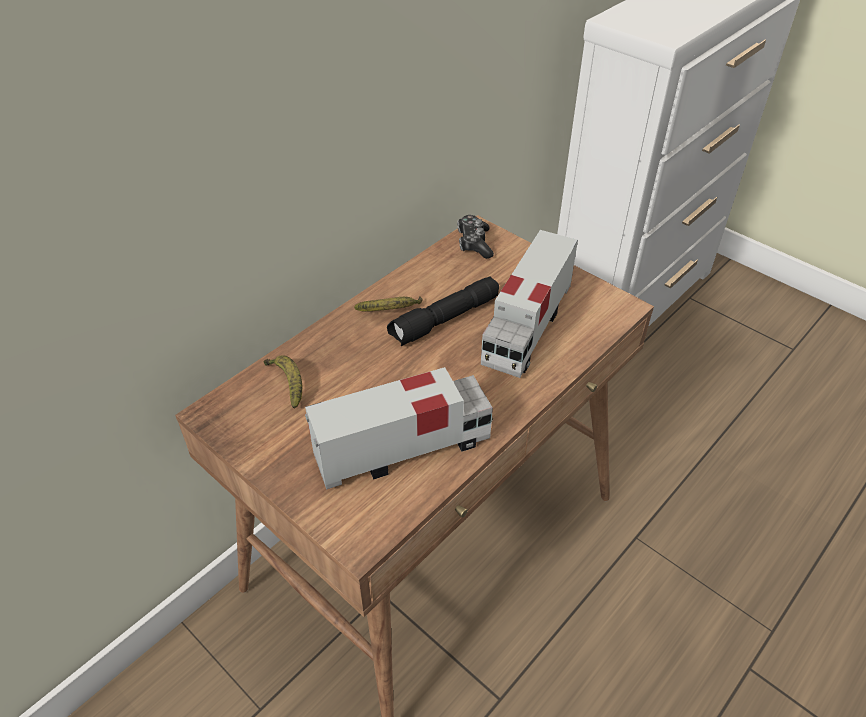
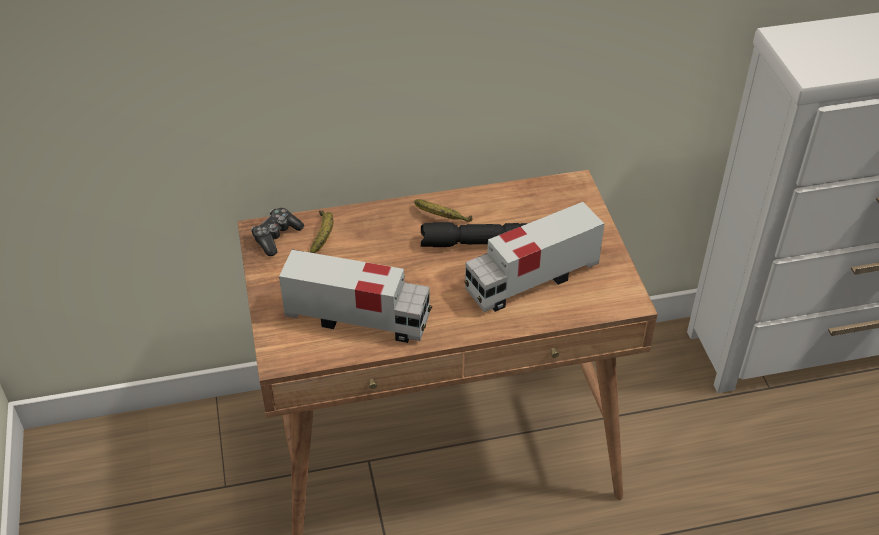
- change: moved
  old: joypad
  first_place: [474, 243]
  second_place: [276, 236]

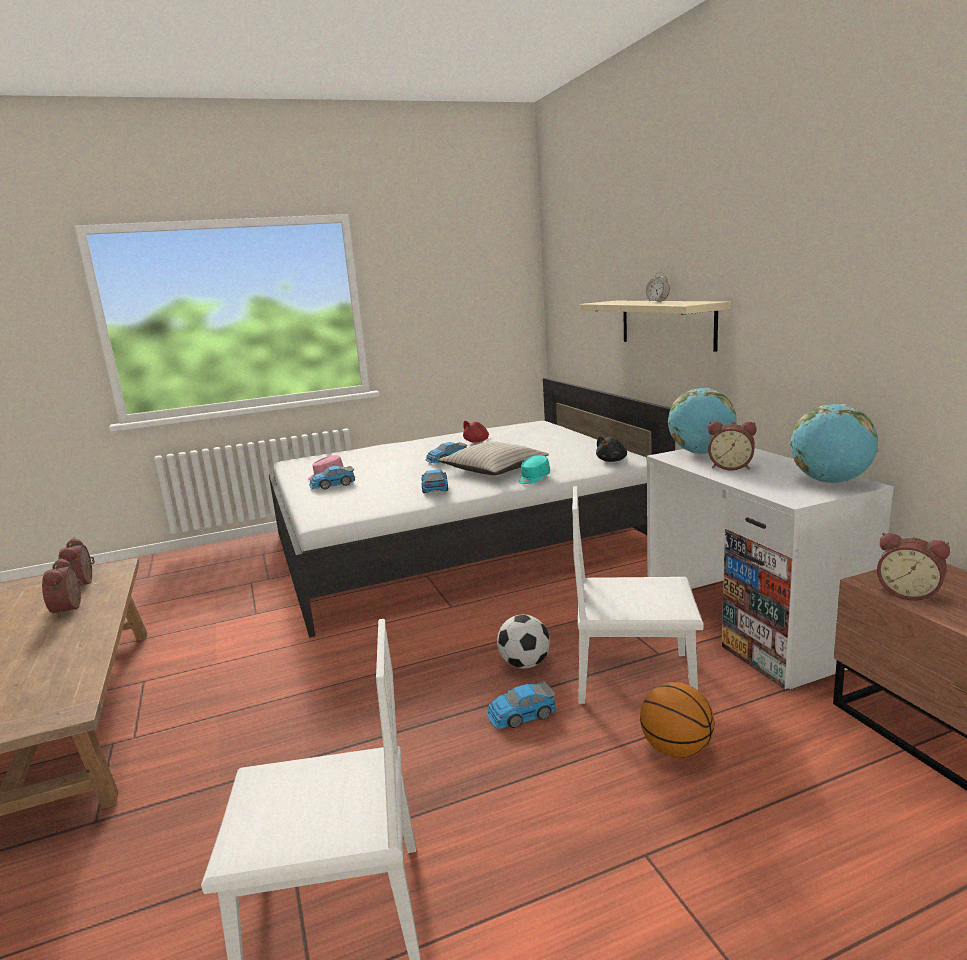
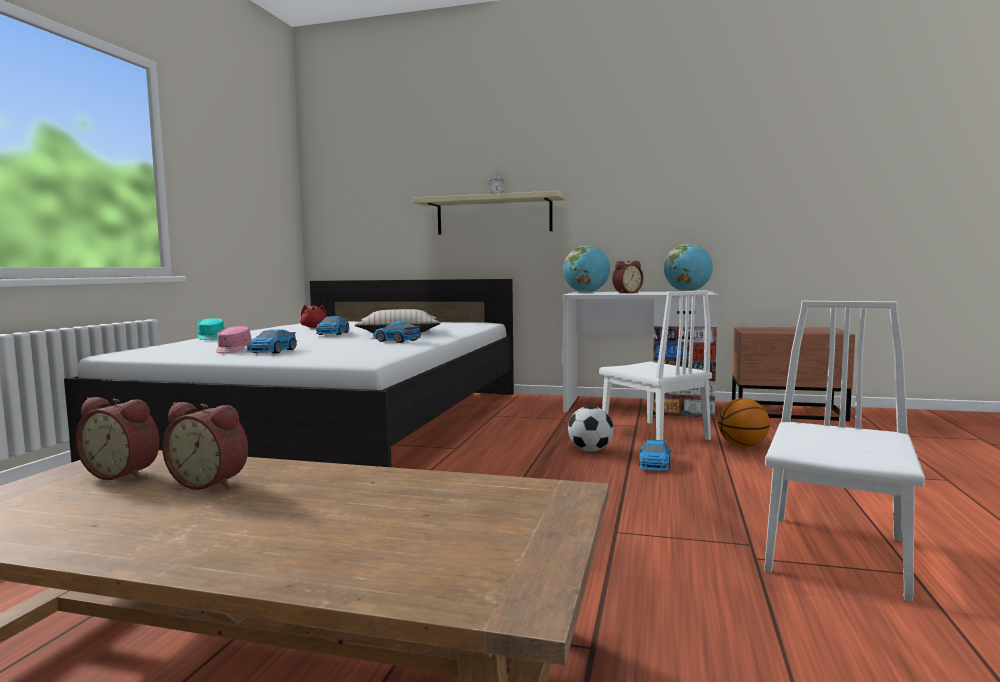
- change: moved
  old: cap in turquoise
  first_place: [533, 478]
  second_place: [211, 338]
- change: turned
  old: plain chair in whitish
  first_place: [634, 677]
  second_place: [653, 435]
  degrees: -75
- change: removed
  old: plush toy in blackish
  first_place: [612, 460]
- change: removed
  old: bedside clock
  first_place: [909, 593]

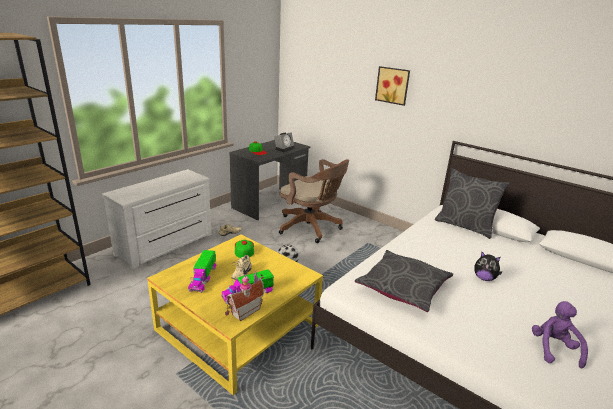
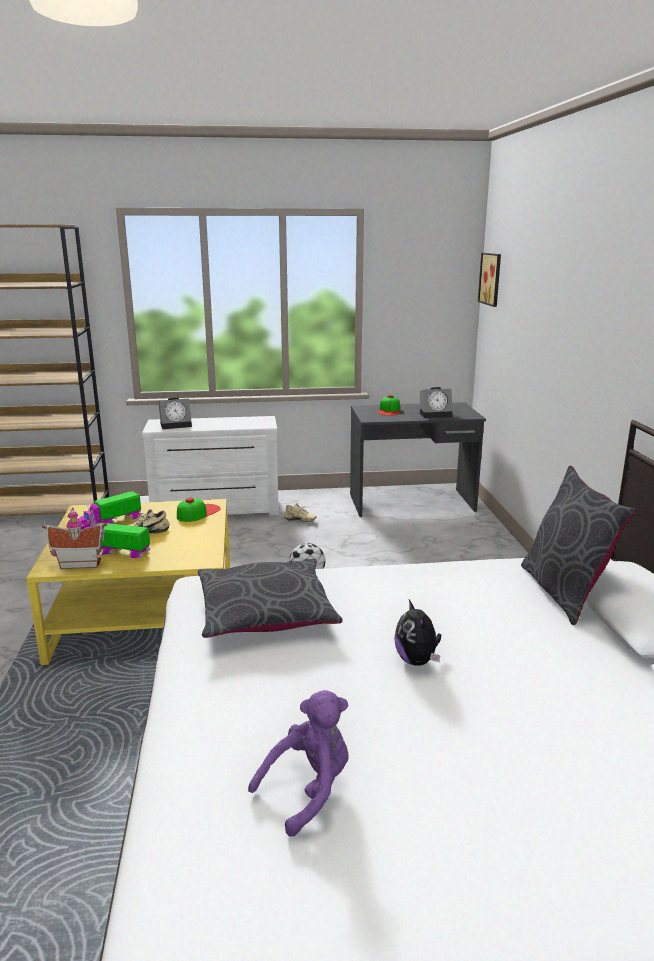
- change: added
  new: bedside clock
  second_place: [177, 425]
- change: moved
  old: wall art
  first_place: [393, 85]
  second_place: [492, 279]
- change: removed
  old: desk chair in brown
  first_place: [311, 228]

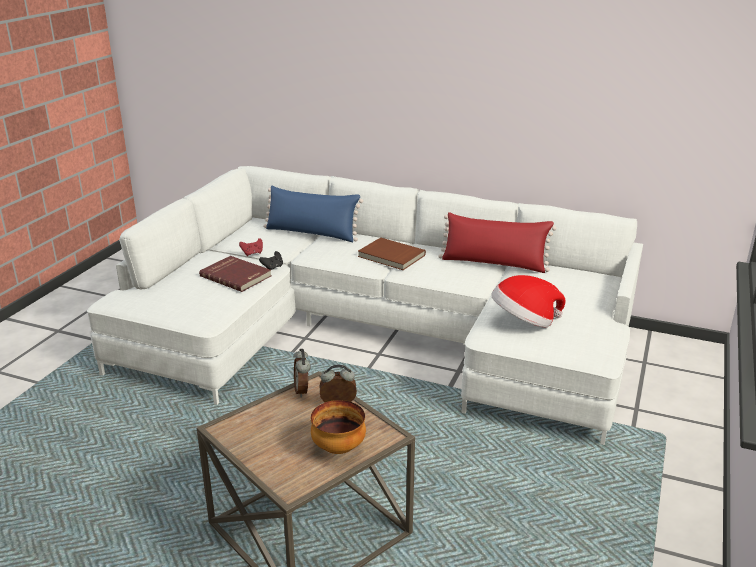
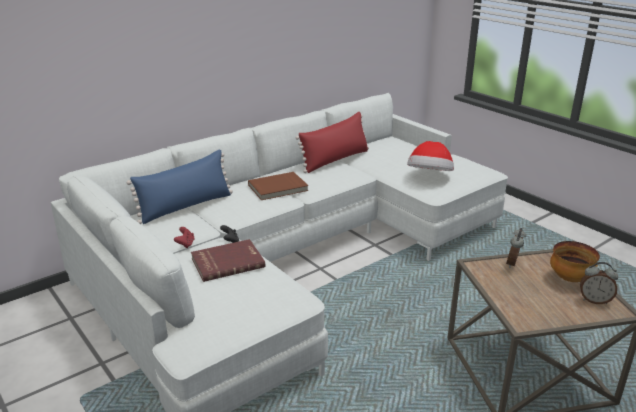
- change: moved
  old: bedside clock
  first_place: [302, 390]
  second_place: [594, 300]

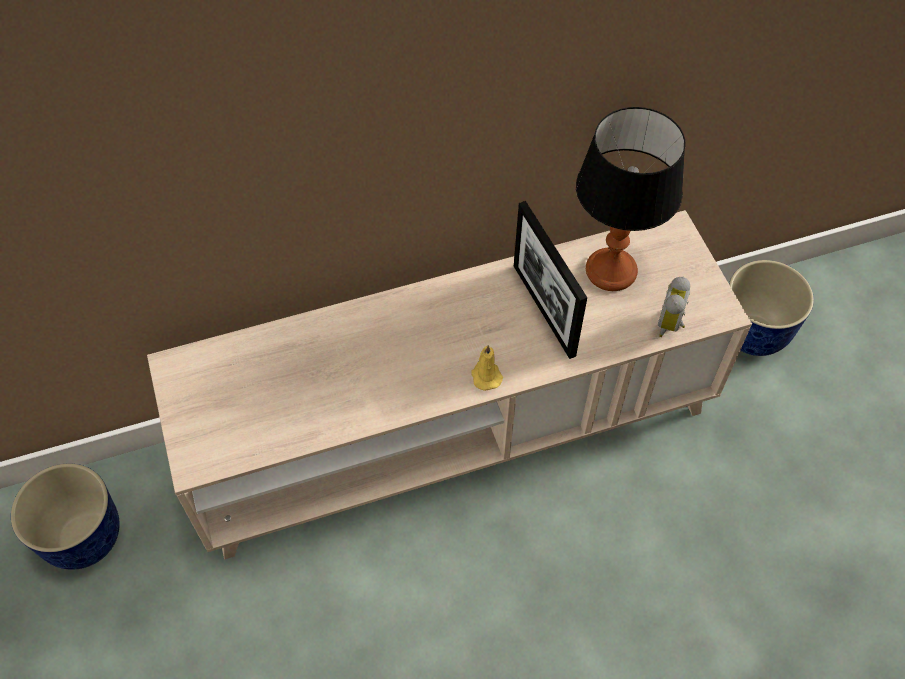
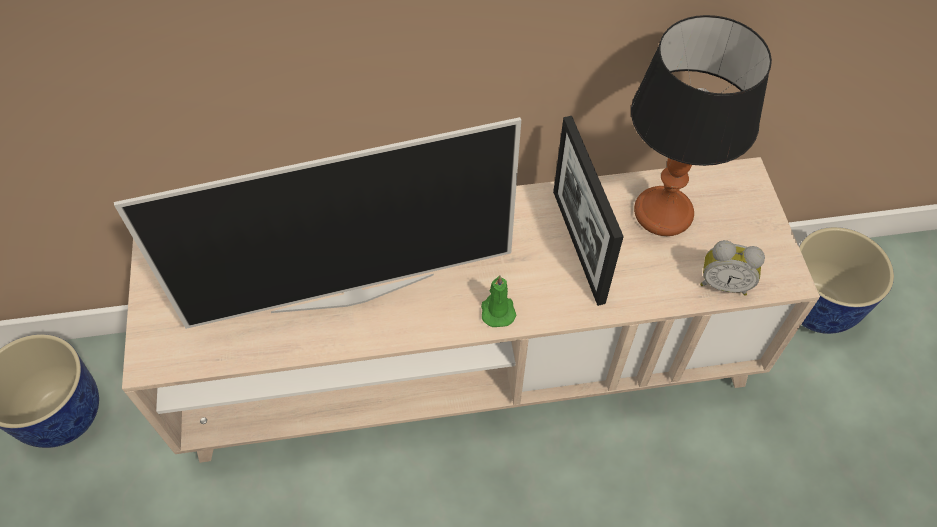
- change: added
  new: TV
  second_place: [353, 291]
- change: recoloured
  old: wax candle in yellowish
  new: wax candle in green-coloured
  first_place: [485, 375]
  second_place: [497, 310]
- change: turned
  old: bedside clock
  first_place: [671, 324]
  second_place: [723, 283]
  degrees: -105

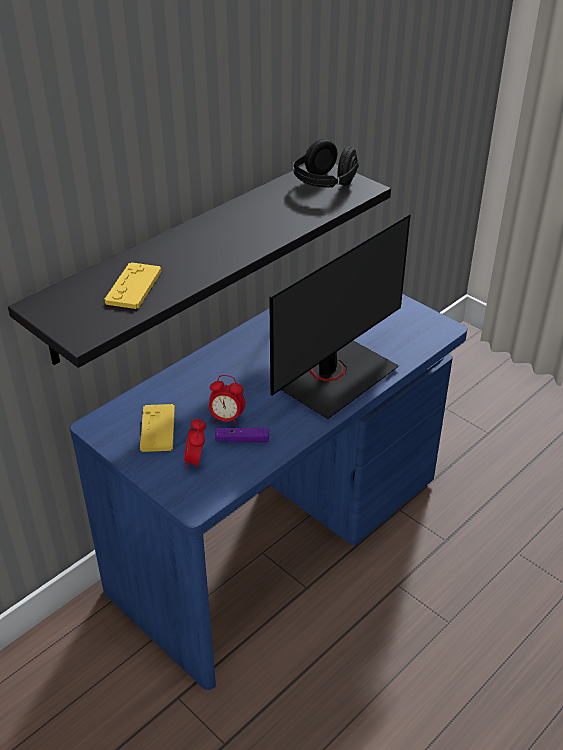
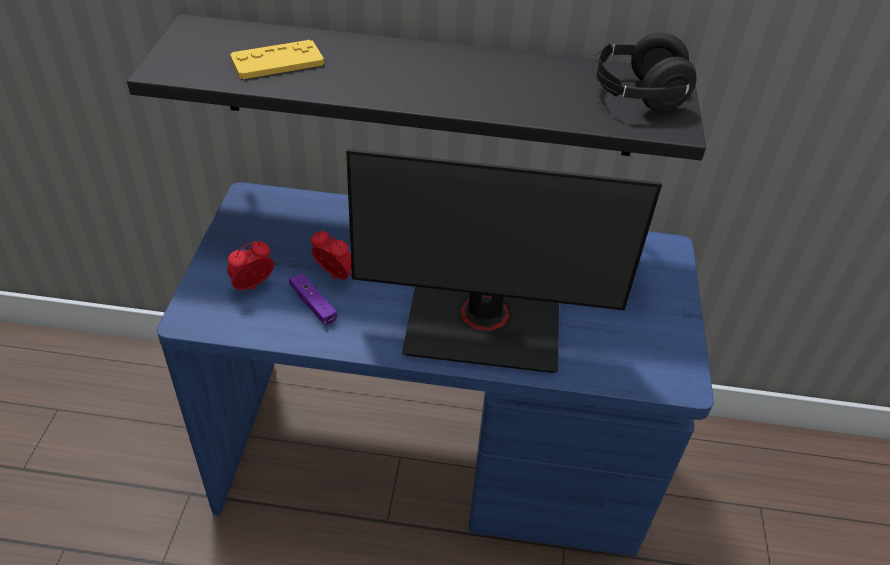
- change: turned
  old: bedside clock
  first_place: [226, 419]
  second_place: [334, 277]
  degrees: 150
- change: removed
  old: joypad in yellowish
  first_place: [158, 429]

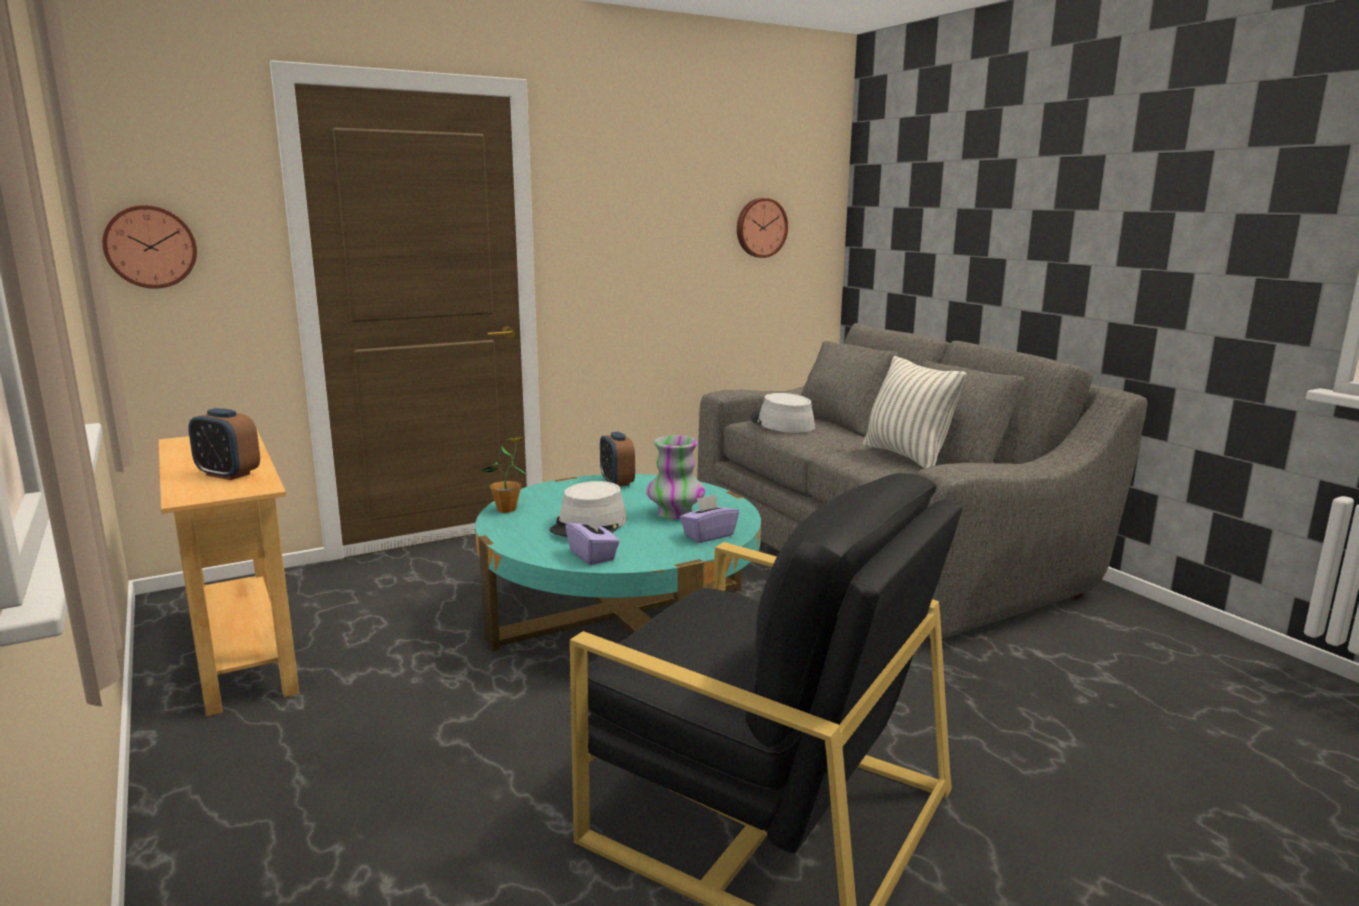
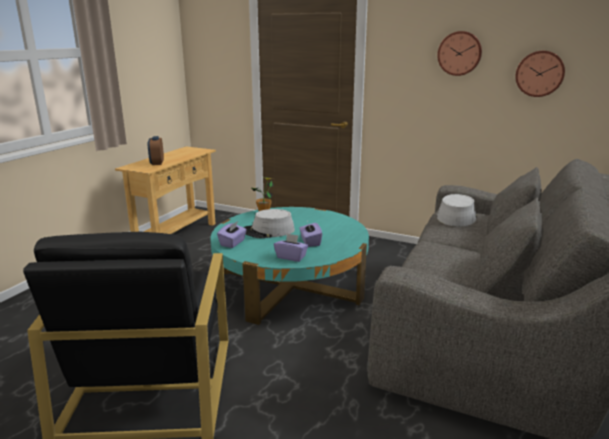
- change: replaced
  old: vase
  new: tissue holder in purplish
  first_place: [675, 514]
  second_place: [310, 242]
- change: moved
  old: clock on the wall
  first_place: [150, 246]
  second_place: [459, 53]
- change: removed
  old: bedside clock
  first_place: [617, 482]
- change: removed
  old: pillow
  first_place: [907, 456]

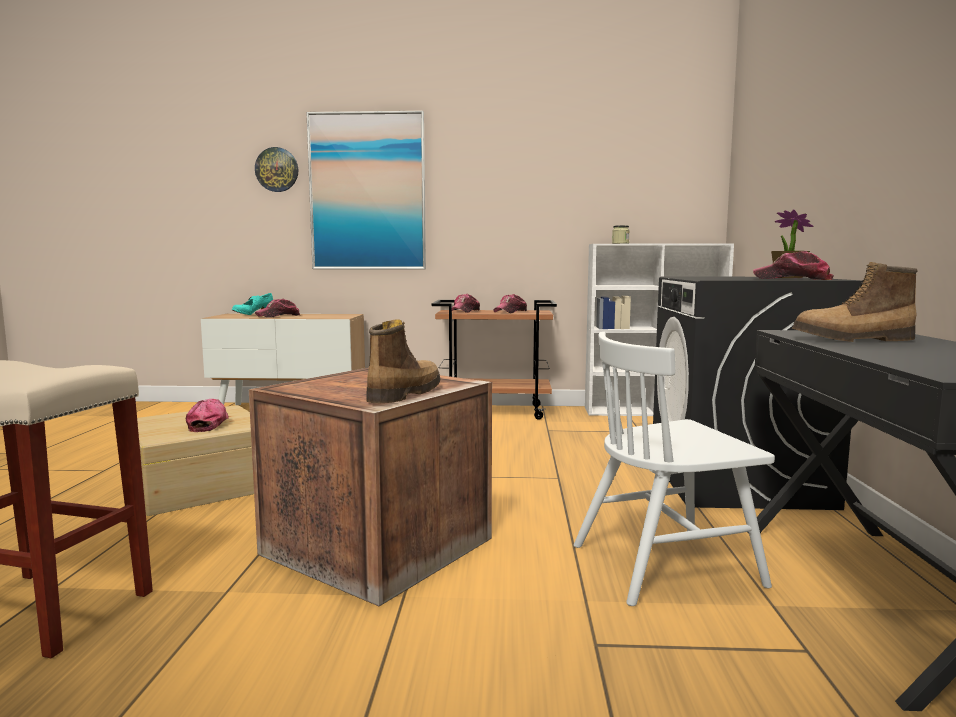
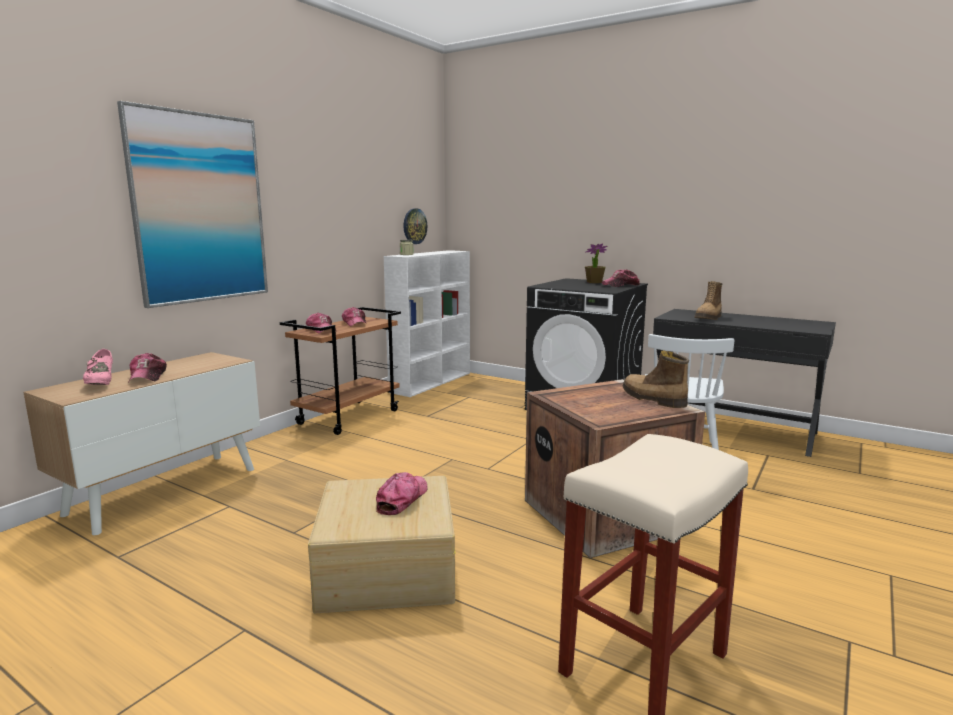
- change: recoloured
  old: item of footwear in turquoise
  new: item of footwear in pink
  first_place: [253, 315]
  second_place: [101, 384]
- change: turned
  old: cap
  first_place: [208, 423]
  second_place: [402, 499]
  degrees: 90
- change: moved
  old: clock on the wall
  first_place: [277, 169]
  second_place: [414, 226]

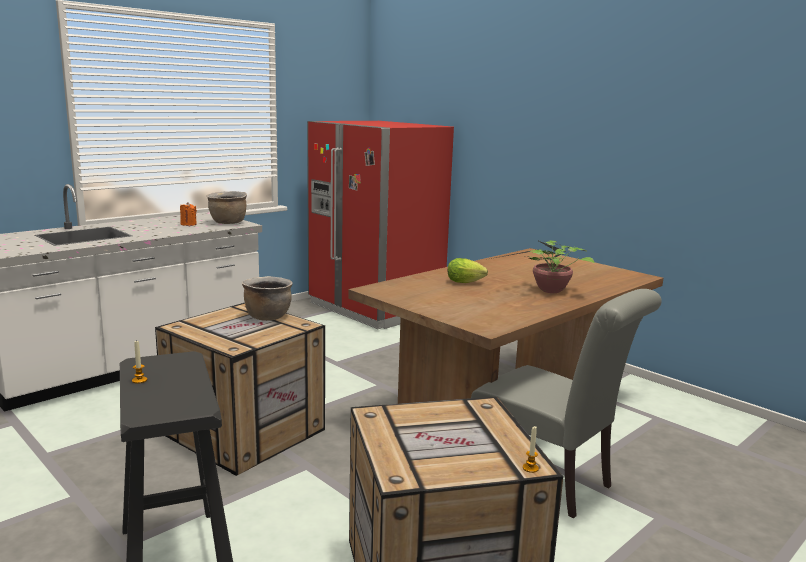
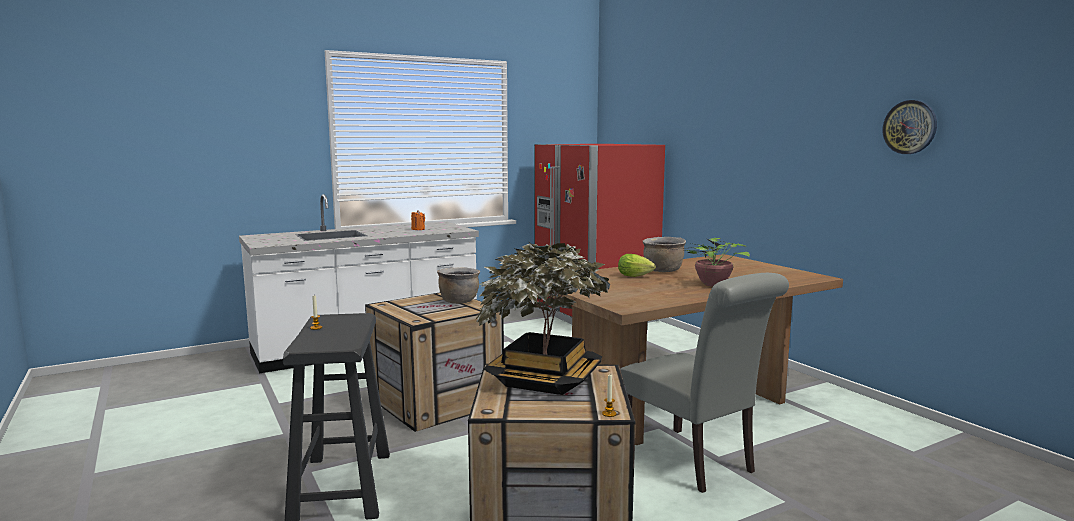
- change: added
  new: houseplant
  second_place: [545, 380]
- change: moved
  old: saucepot in brown
  first_place: [228, 223]
  second_place: [663, 271]
- change: added
  new: clock on the wall
  second_place: [910, 127]

